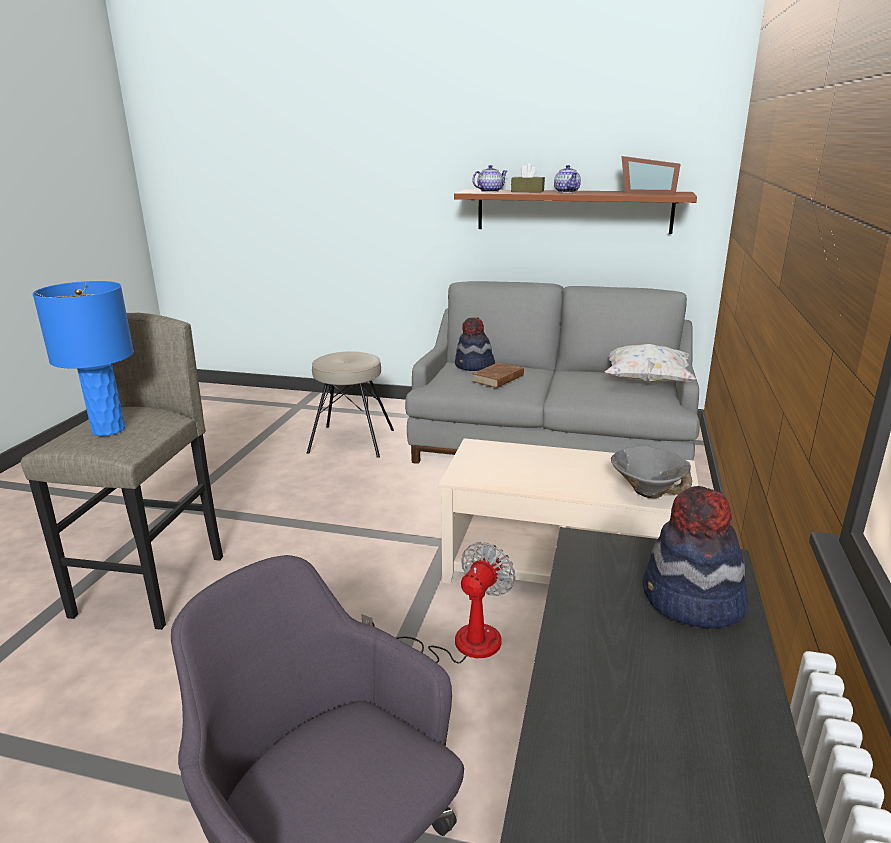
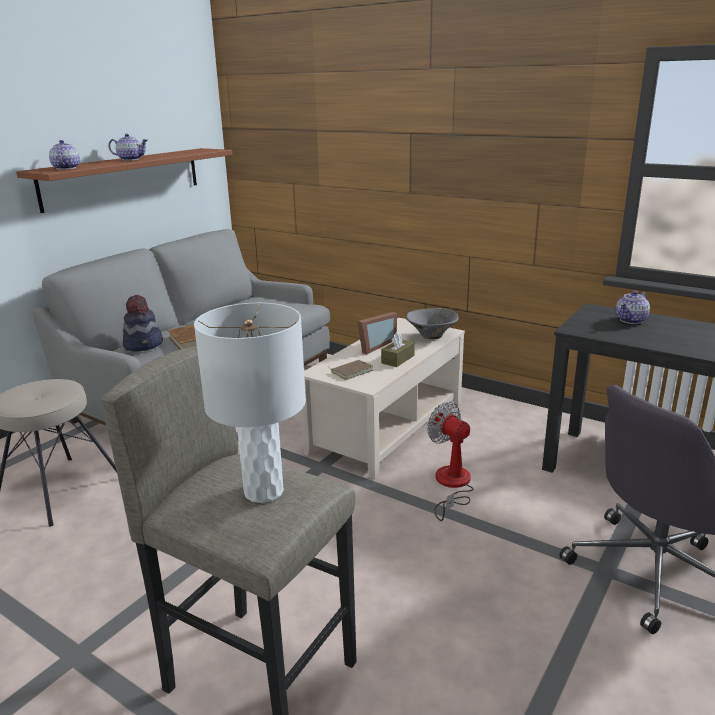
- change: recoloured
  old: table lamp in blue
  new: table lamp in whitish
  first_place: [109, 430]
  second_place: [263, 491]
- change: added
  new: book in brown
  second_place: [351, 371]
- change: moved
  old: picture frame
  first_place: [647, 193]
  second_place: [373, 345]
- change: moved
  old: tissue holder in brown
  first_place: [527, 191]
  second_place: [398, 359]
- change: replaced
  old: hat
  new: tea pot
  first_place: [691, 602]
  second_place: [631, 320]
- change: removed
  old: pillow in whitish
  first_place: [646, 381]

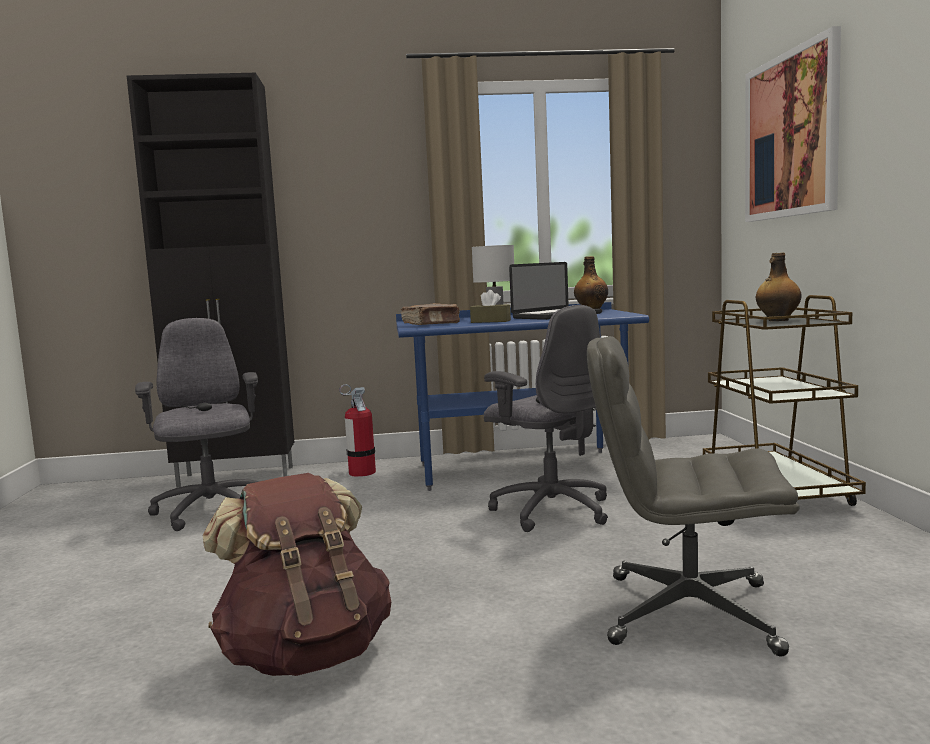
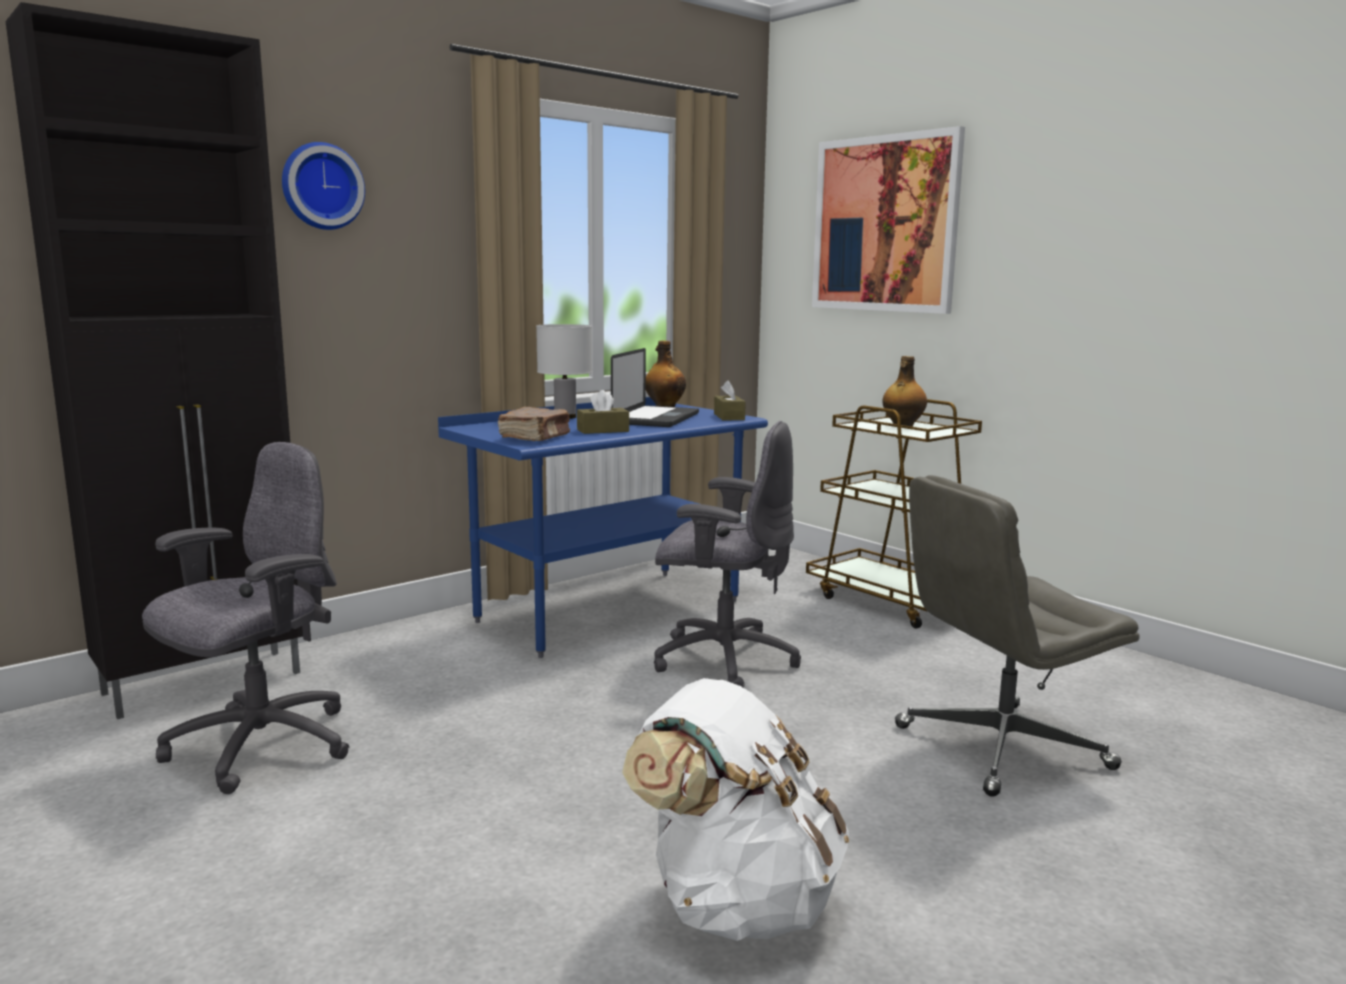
- change: turned
  old: desk chair in grey
  first_place: [210, 511]
  second_place: [259, 747]
  degrees: 90
- change: added
  new: clock on the wall
  second_place: [321, 186]
- change: recoloured
  old: rucksack in brown
  new: rucksack in whitish
  first_place: [306, 654]
  second_place: [735, 902]
- change: added
  new: tissue holder in brown
  second_place: [729, 417]
- change: removed
  old: extinguisher
  first_place: [362, 472]

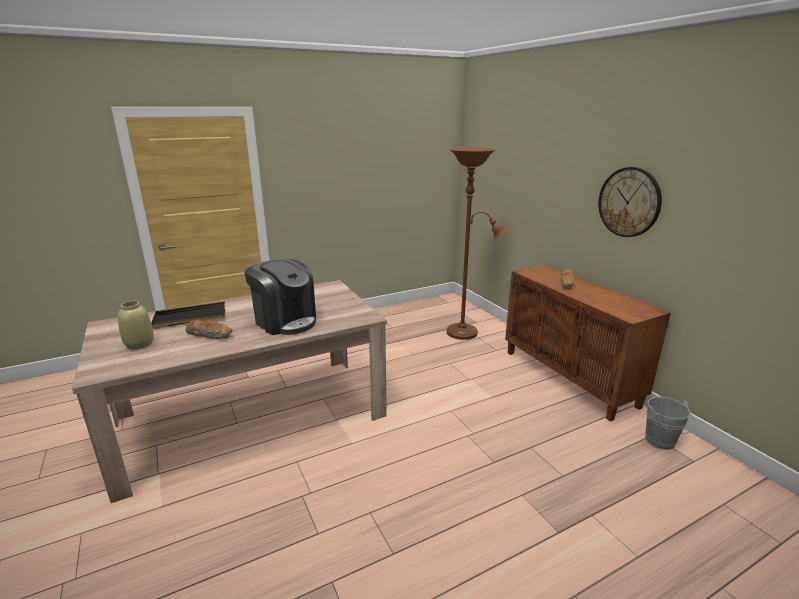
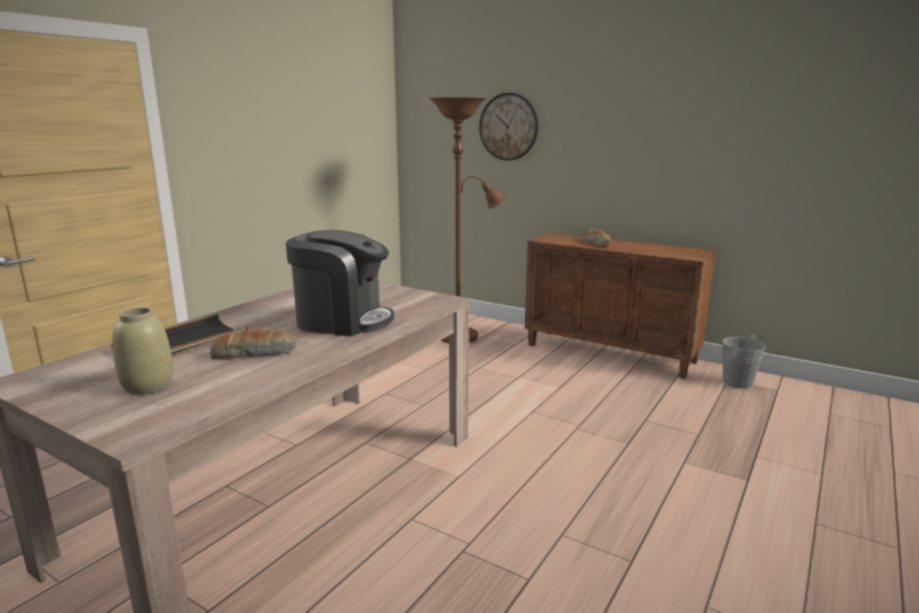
- change: moved
  old: clock on the wall
  first_place: [629, 202]
  second_place: [509, 127]

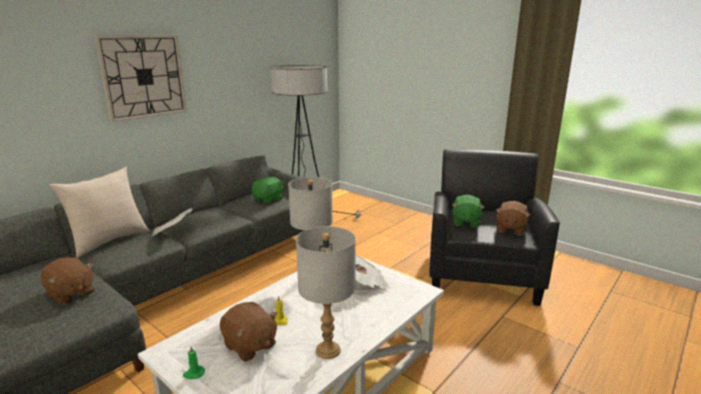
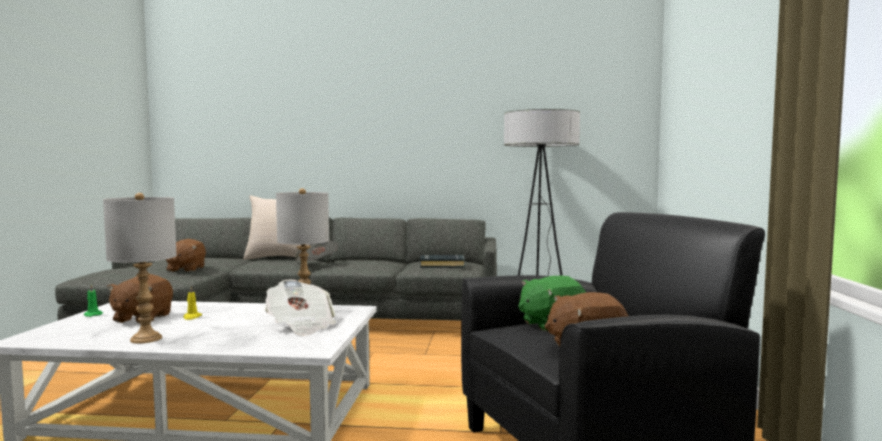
- change: replaced
  old: plush toy in green-coloured
  new: book in blackish
  first_place: [269, 200]
  second_place: [442, 265]
- change: removed
  old: clock on the wall
  first_place: [144, 76]

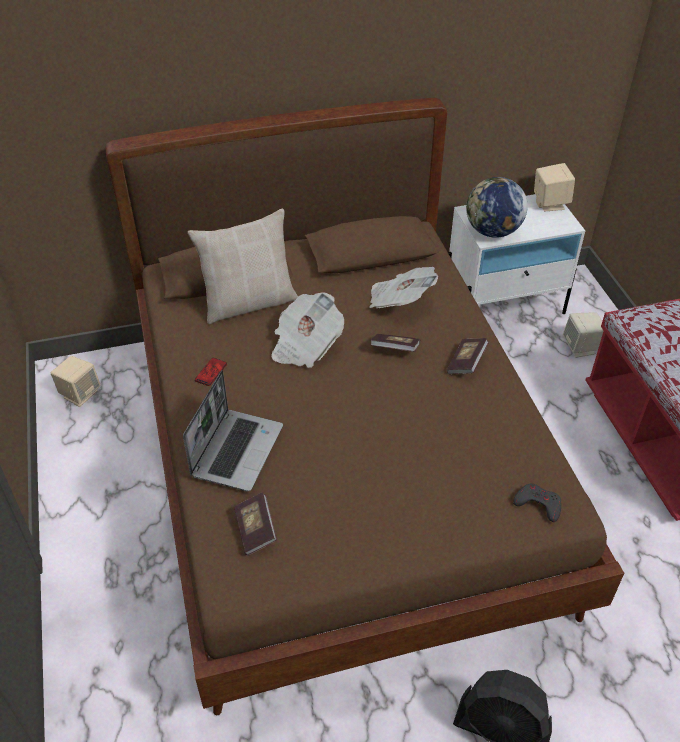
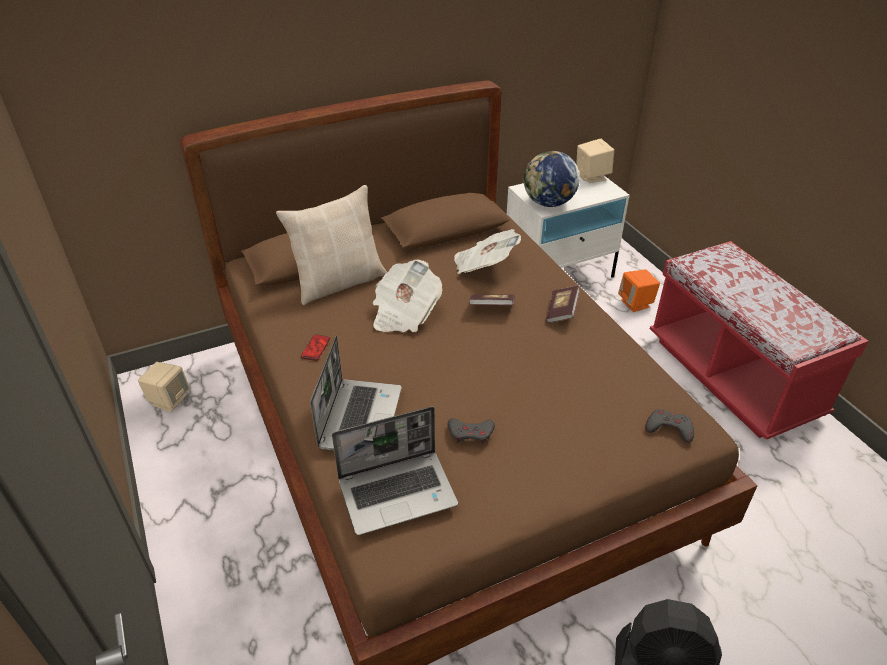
- change: replaced
  old: book
  new: portable computer
  first_place: [255, 530]
  second_place: [398, 492]
- change: added
  new: joypad in grey
  second_place: [471, 433]
- change: recoloured
  old: audio speaker in beige
  new: audio speaker in orange-coloured
  first_place: [581, 348]
  second_place: [635, 303]

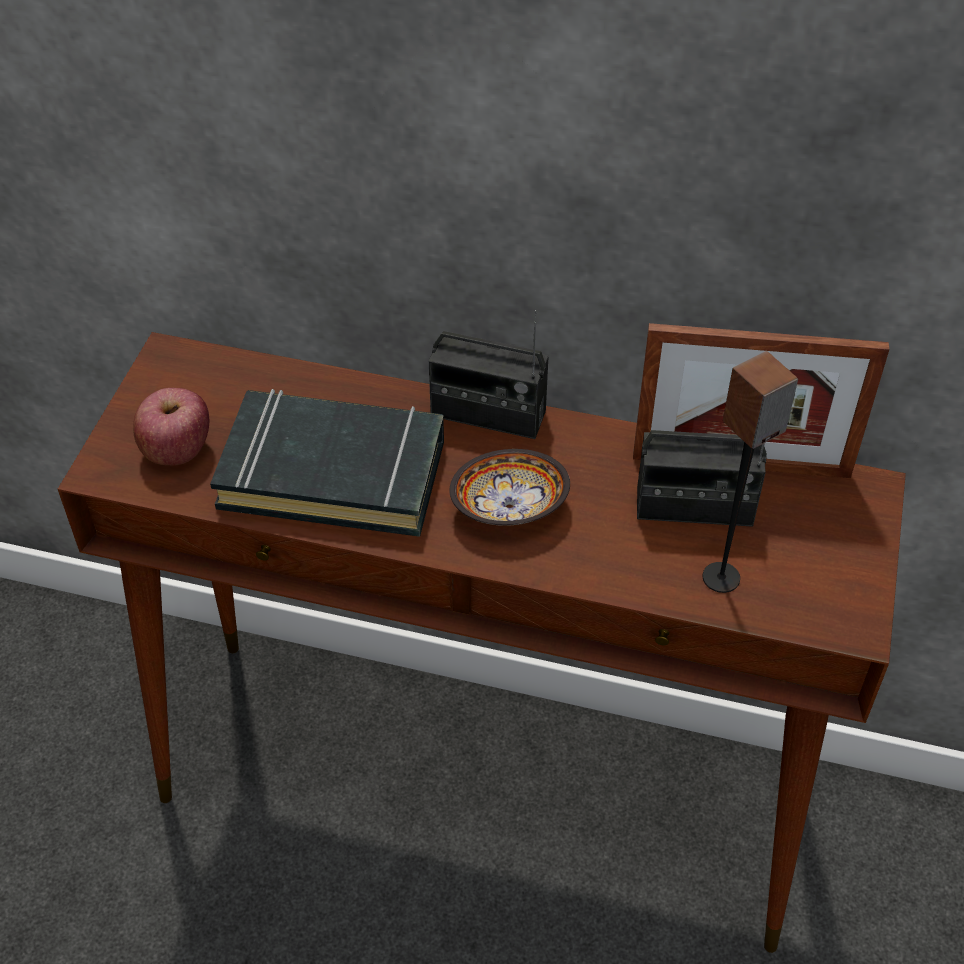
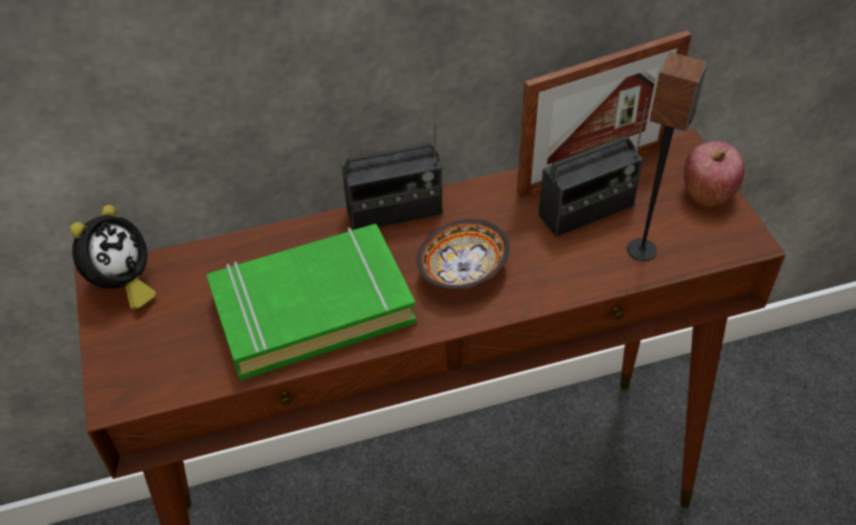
- change: added
  new: bedside clock
  second_place: [122, 285]
- change: recoloured
  old: book in blackish
  new: book in green-coloured
  first_place: [333, 472]
  second_place: [312, 307]
- change: moved
  old: apple
  first_place: [177, 450]
  second_place: [707, 194]

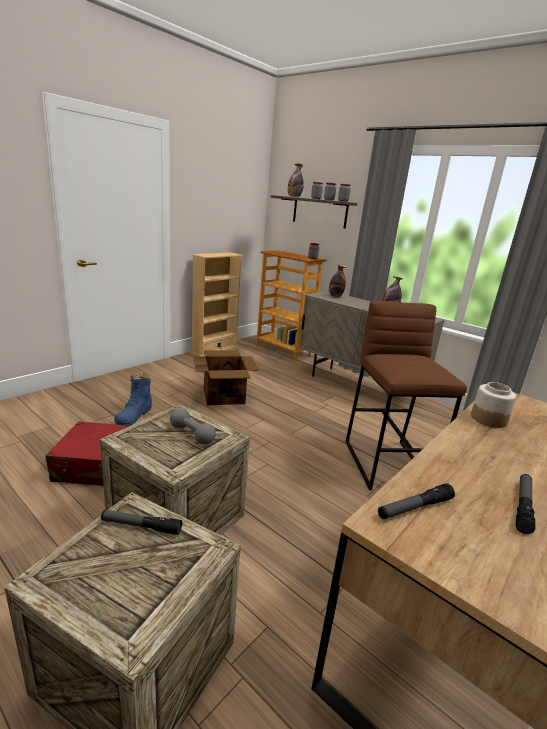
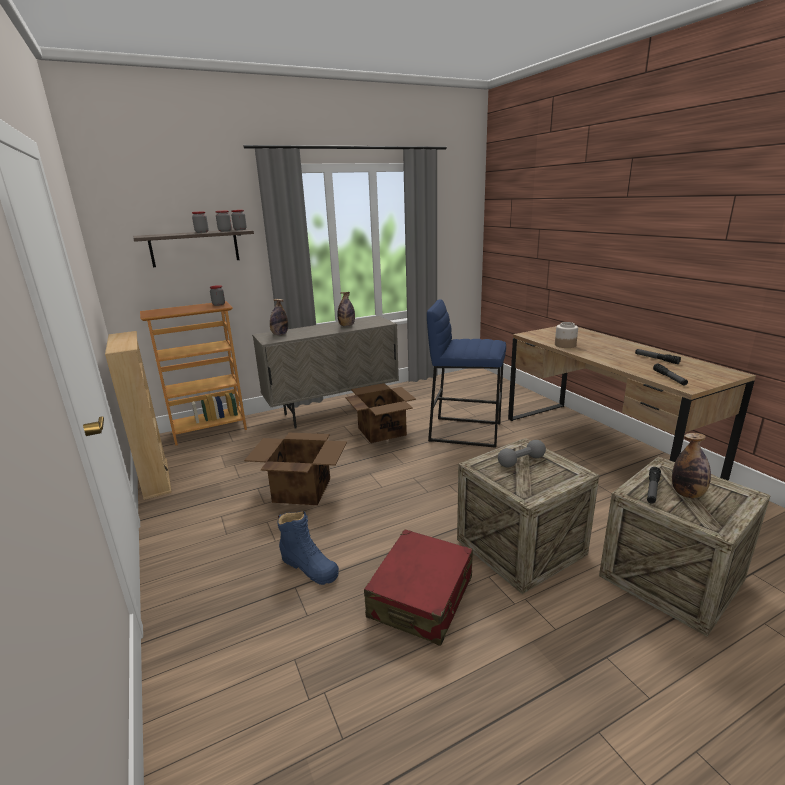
- change: added
  new: cardboard box
  second_place: [382, 431]
- change: recoloured
  old: stool seat in brown
  new: stool seat in blue
  first_place: [388, 464]
  second_place: [465, 431]
- change: moved
  old: beverage bottle
  first_place: [294, 197]
  second_place: [687, 494]

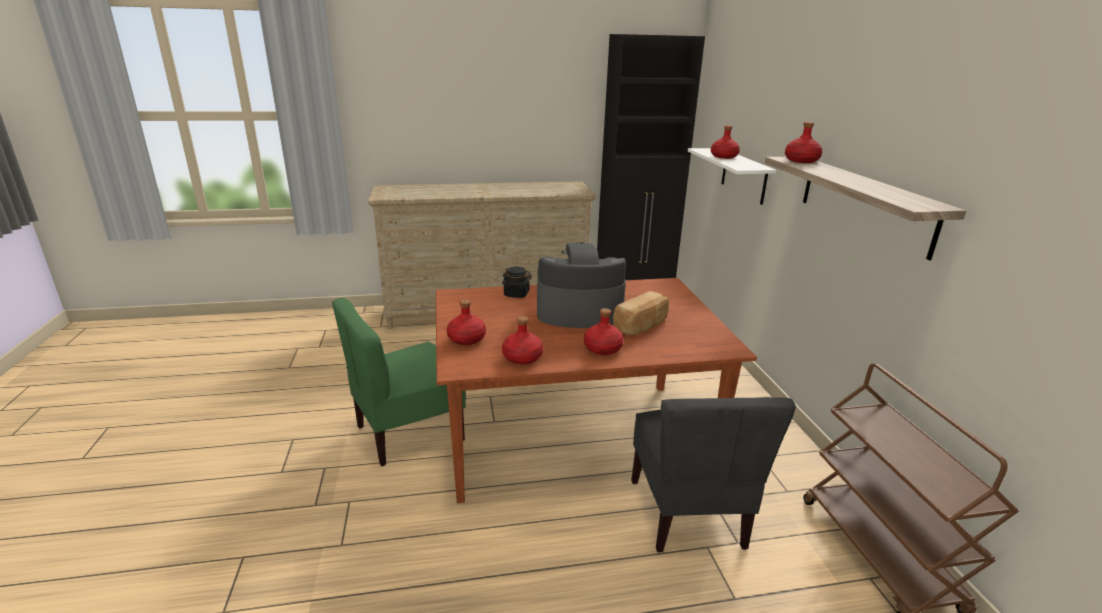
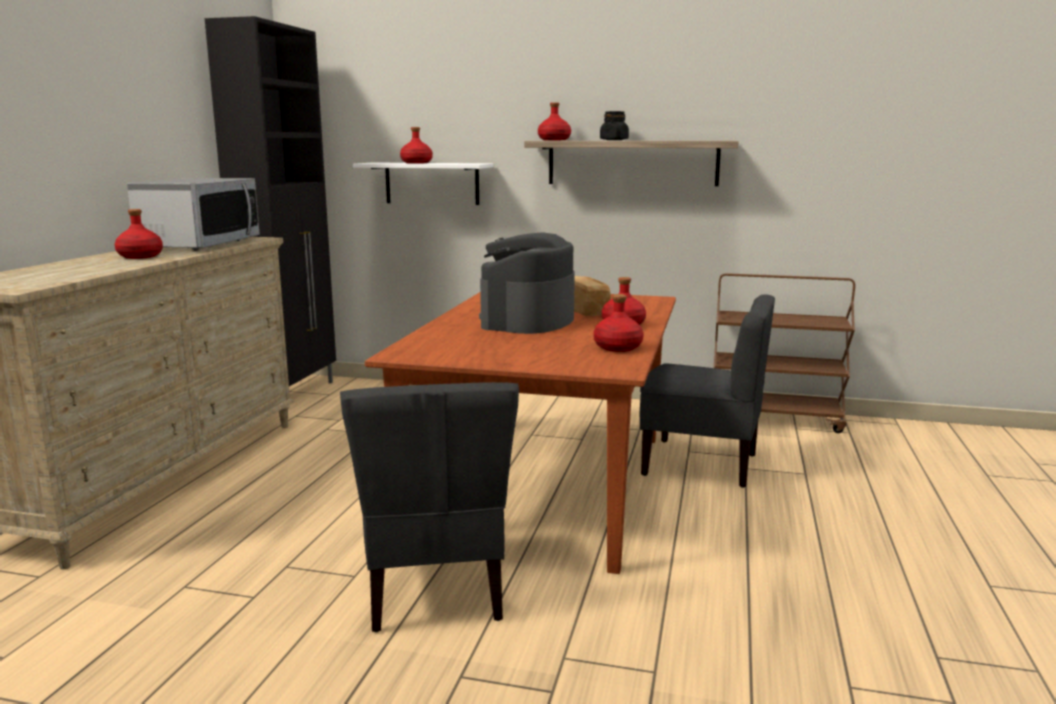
- change: moved
  old: beverage bottle in reddish
  first_place: [467, 339]
  second_place: [140, 256]
- change: added
  new: microwave
  second_place: [200, 244]
- change: recoloured
  old: plain chair in green-coloured
  new: plain chair in grey
  first_place: [408, 432]
  second_place: [435, 589]
- change: moved
  old: jar in blackish
  first_place: [516, 294]
  second_place: [614, 140]

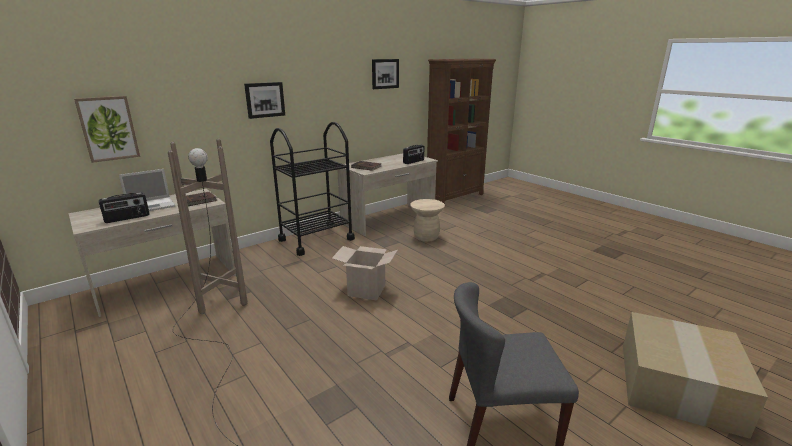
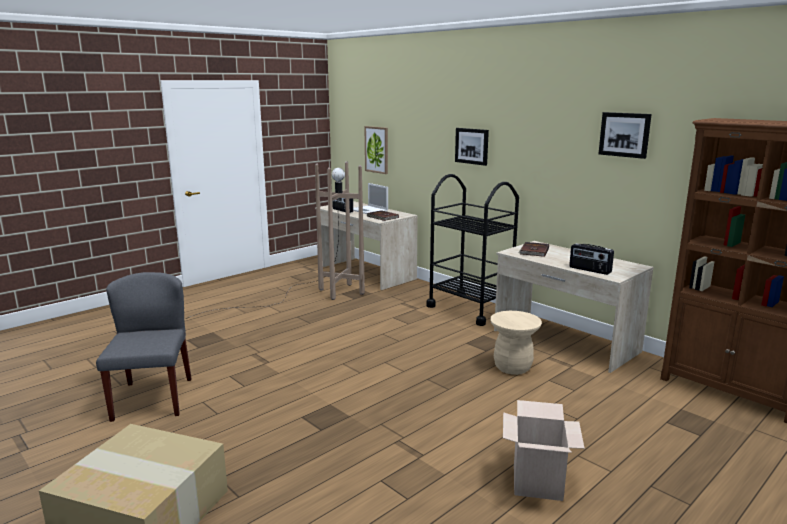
- change: moved
  old: cardboard box
  first_place: [366, 290]
  second_place: [537, 482]

